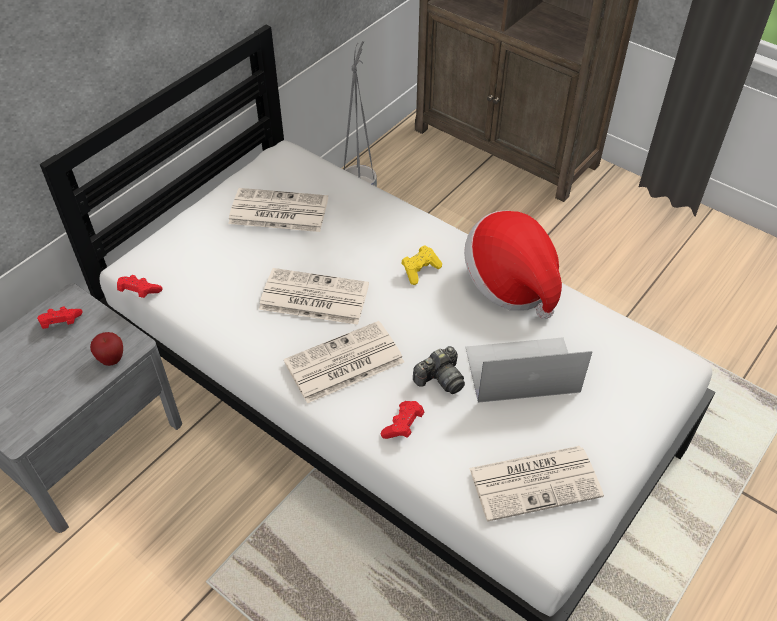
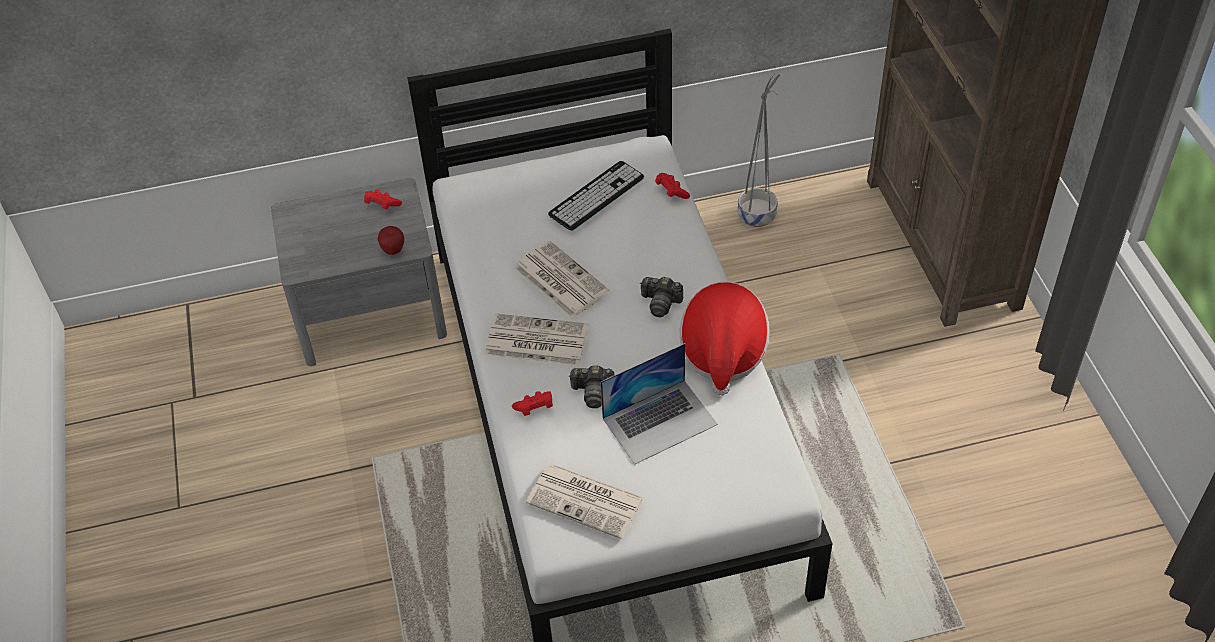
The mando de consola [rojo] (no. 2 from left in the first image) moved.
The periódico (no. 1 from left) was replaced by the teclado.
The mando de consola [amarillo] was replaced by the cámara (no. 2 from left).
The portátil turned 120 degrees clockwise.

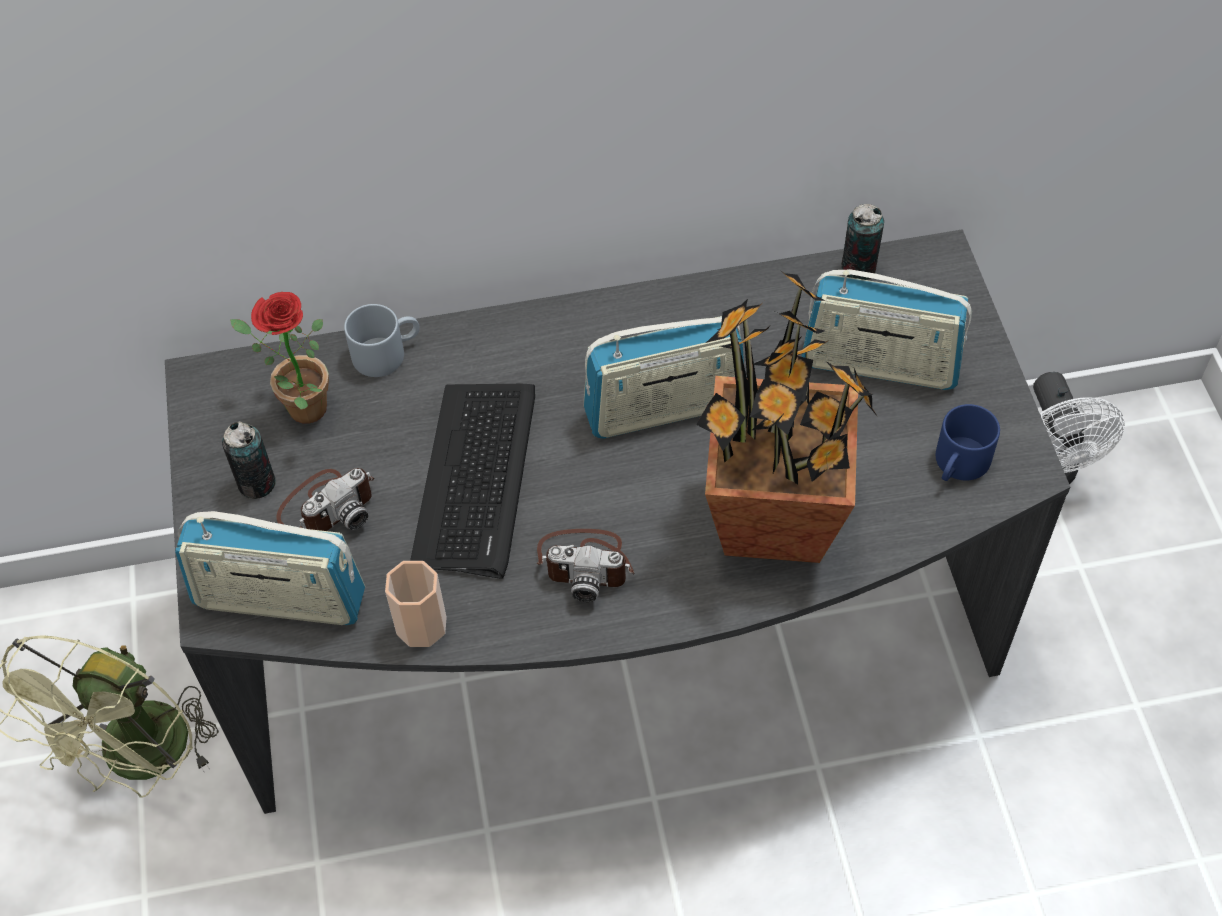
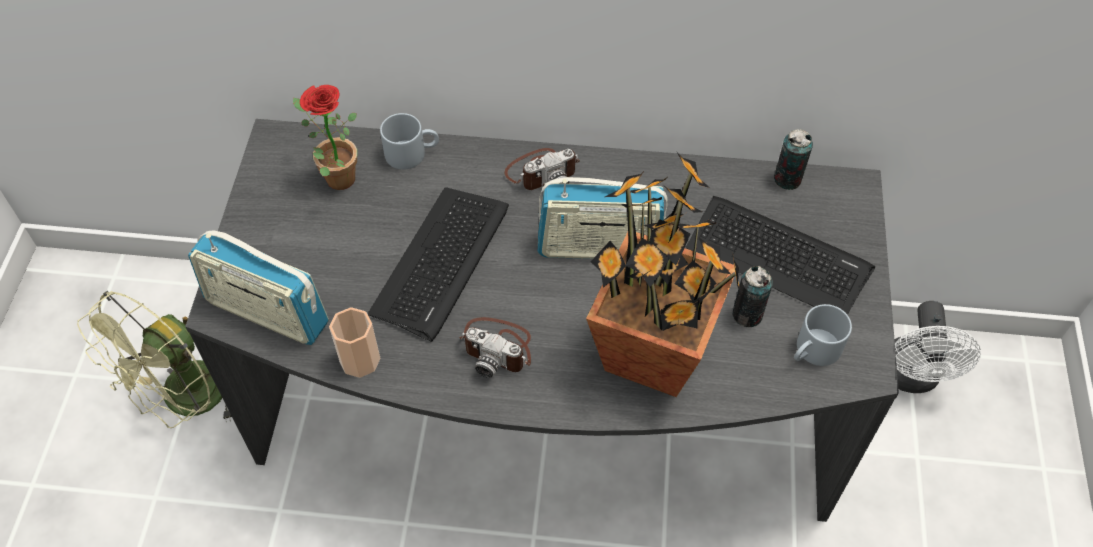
The lata (no. 1 from left) moved.
The cámara (no. 1 from left in the first image) moved.
The radio (no. 3 from left) was replaced by the teclado (no. 2 from left).
The taza grande [azul] became the taza grande [gris] (no. 2 from left).

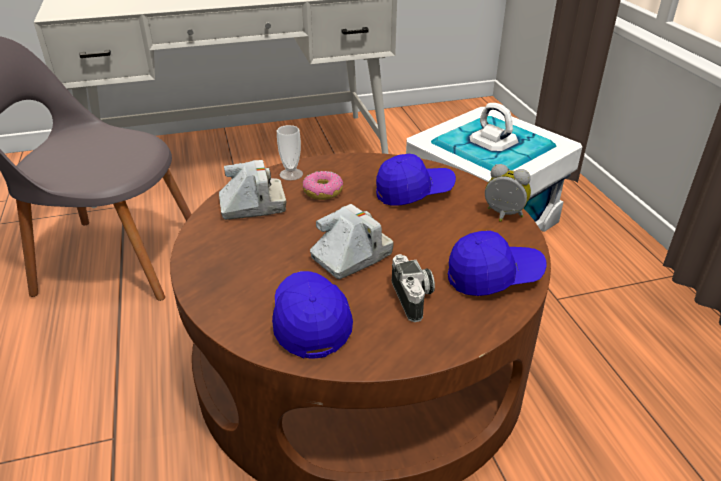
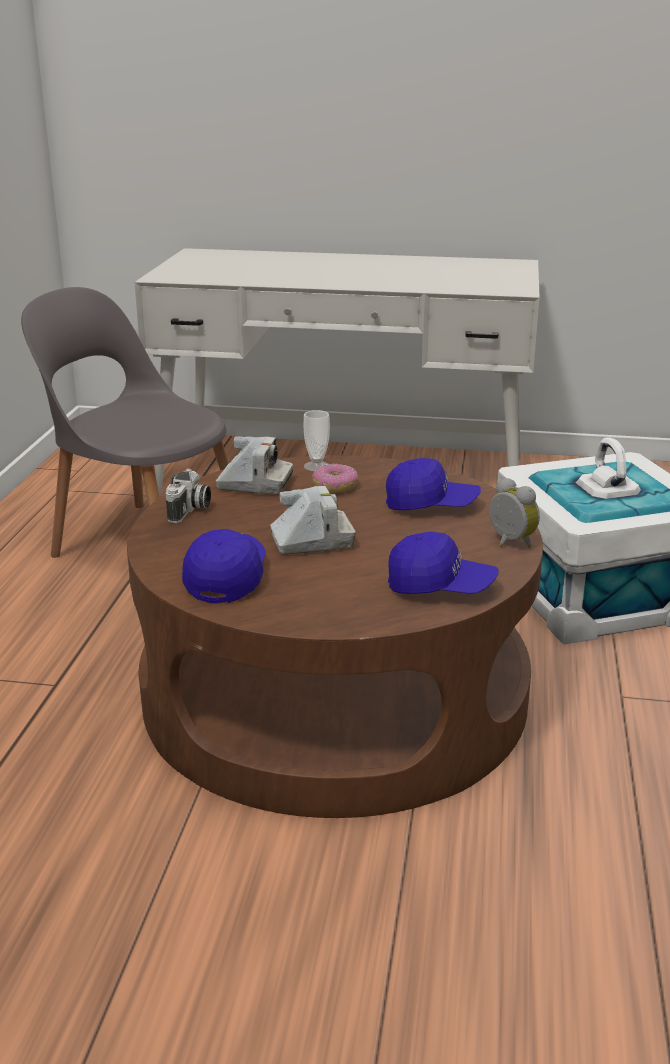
The cámara (no. 3 from left in the first image) moved.

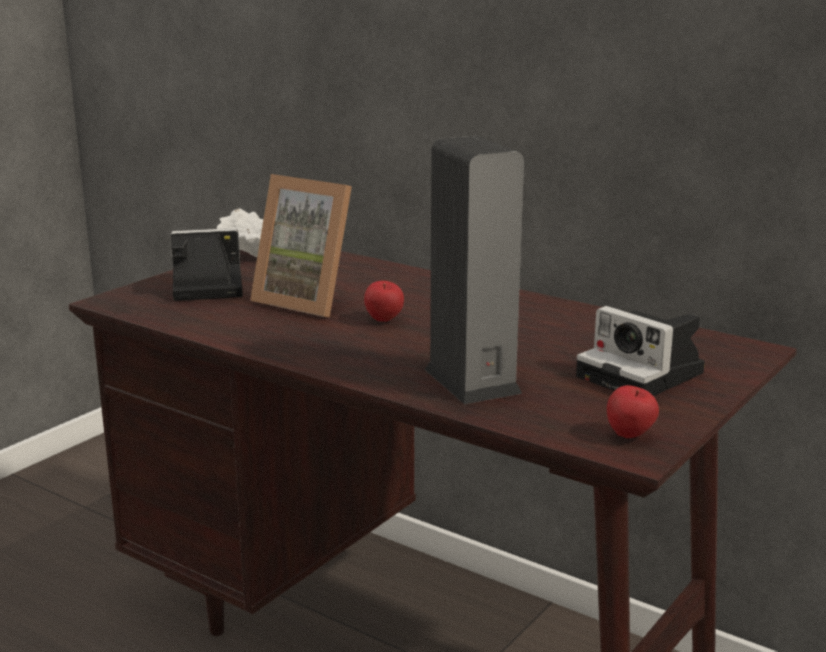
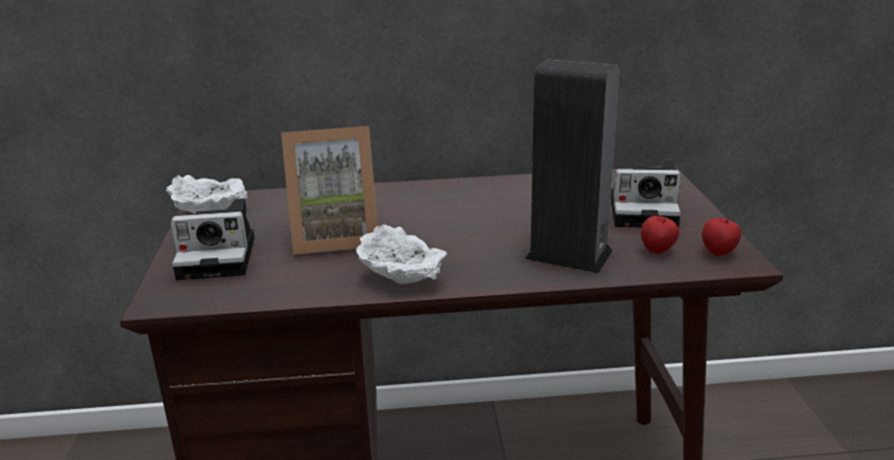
The cámara (no. 1 from left) turned 135 degrees counterclockwise.
The manzana (no. 1 from left) moved.
The cuenco [blanco] (no. 2 from left) appeared.

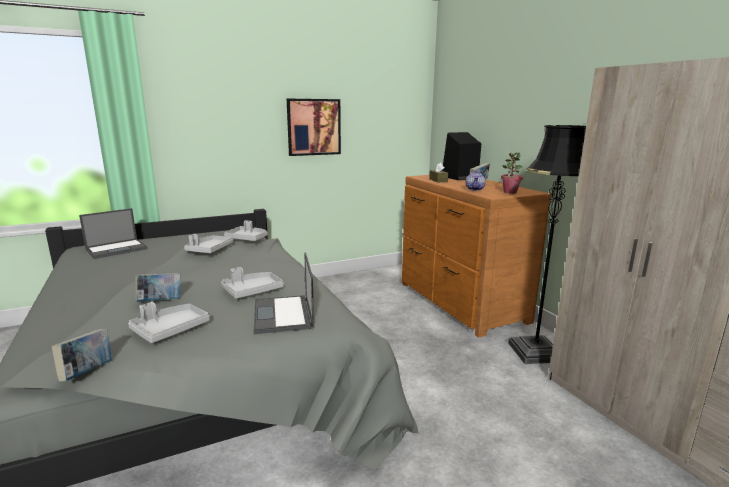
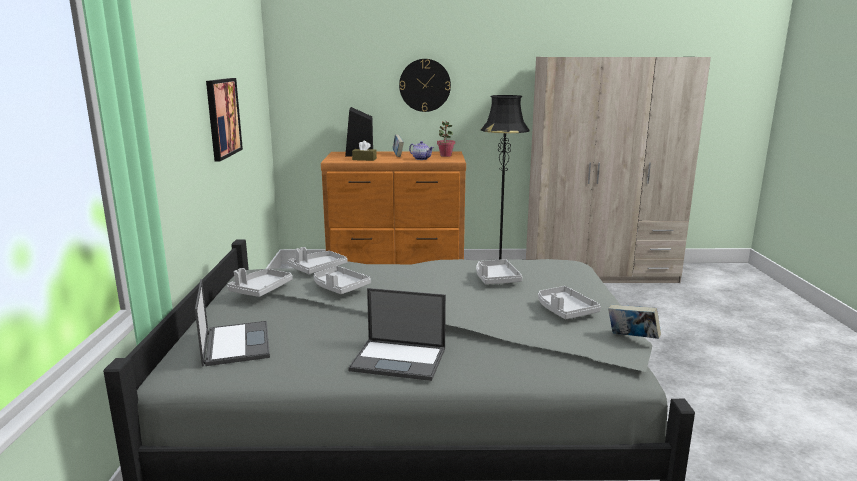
The libro (no. 2 from left) disappeared.
The portátil (no. 2 from left) moved.
The bandeja [gris] (no. 1 from left) appeared.
The reloj de pared appeared.

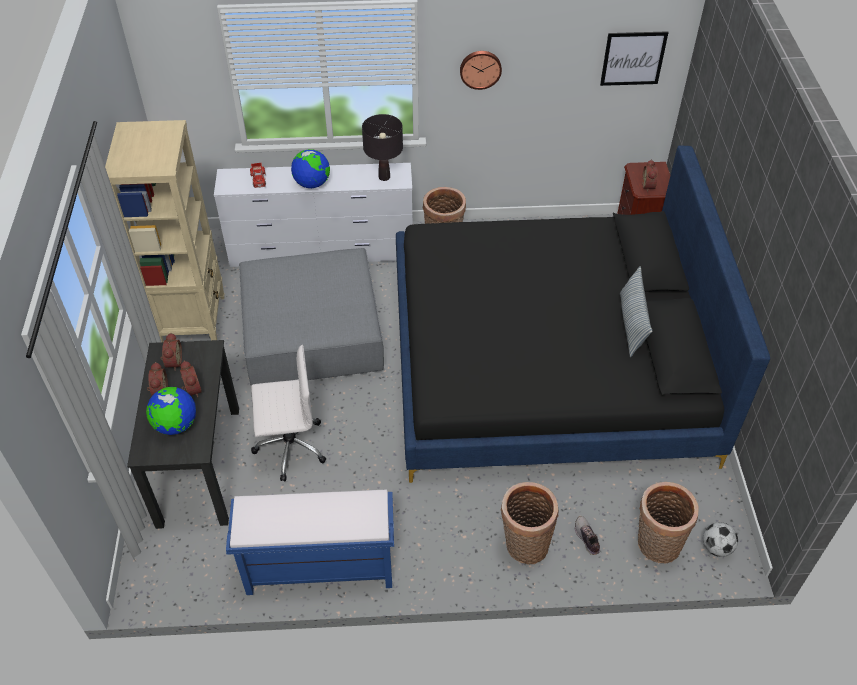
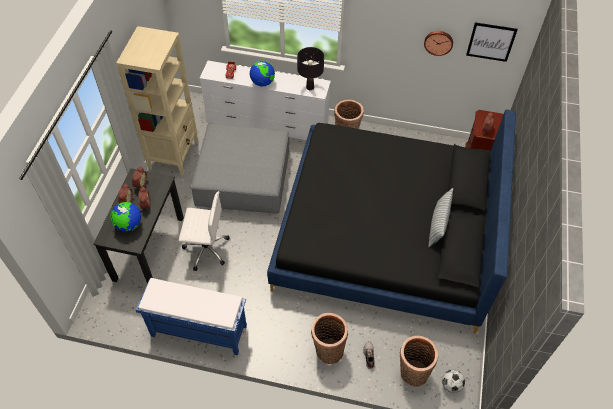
The reloj de pared moved.

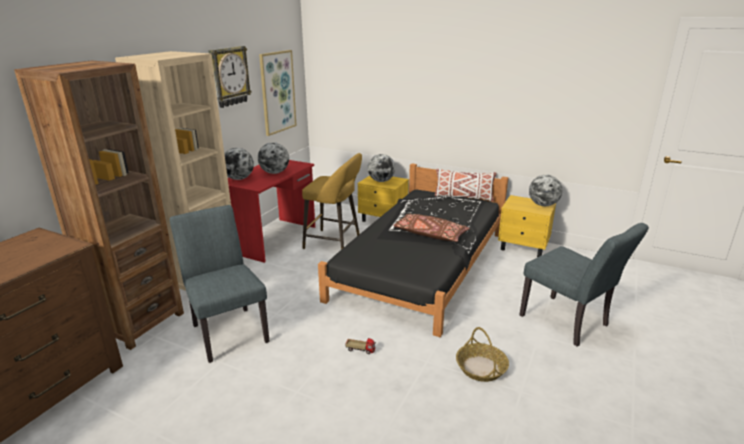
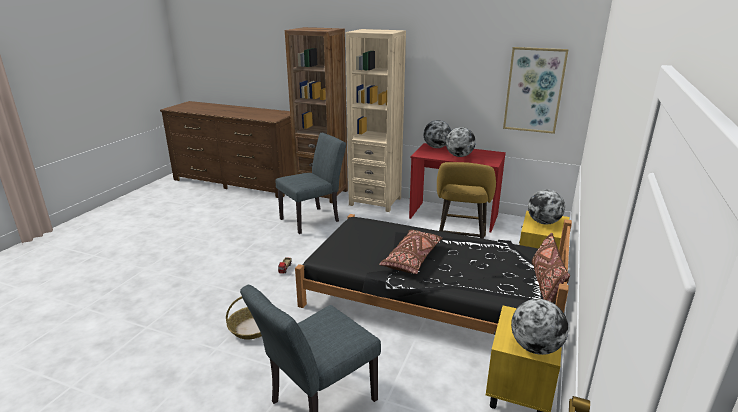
The reloj de pared disappeared.
The cojín [blanco] became the cojín [marrón] (no. 2 from left).

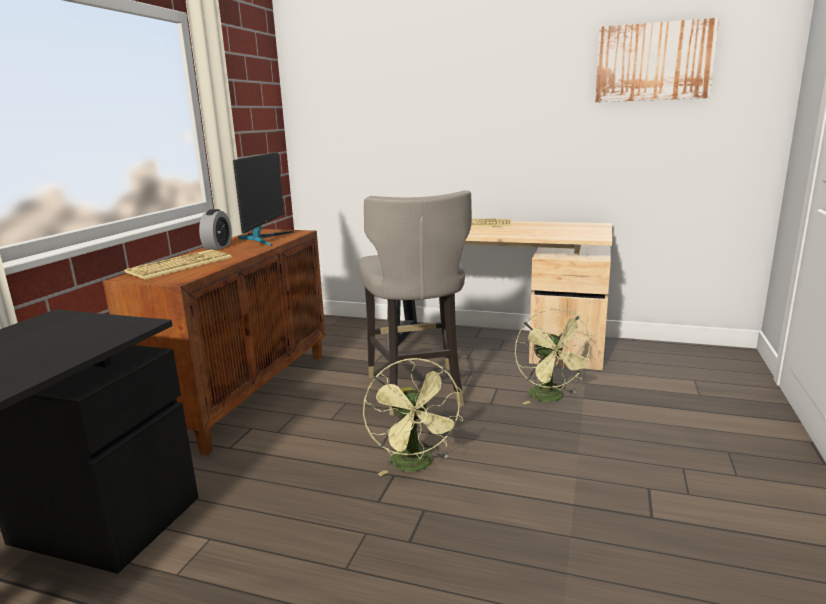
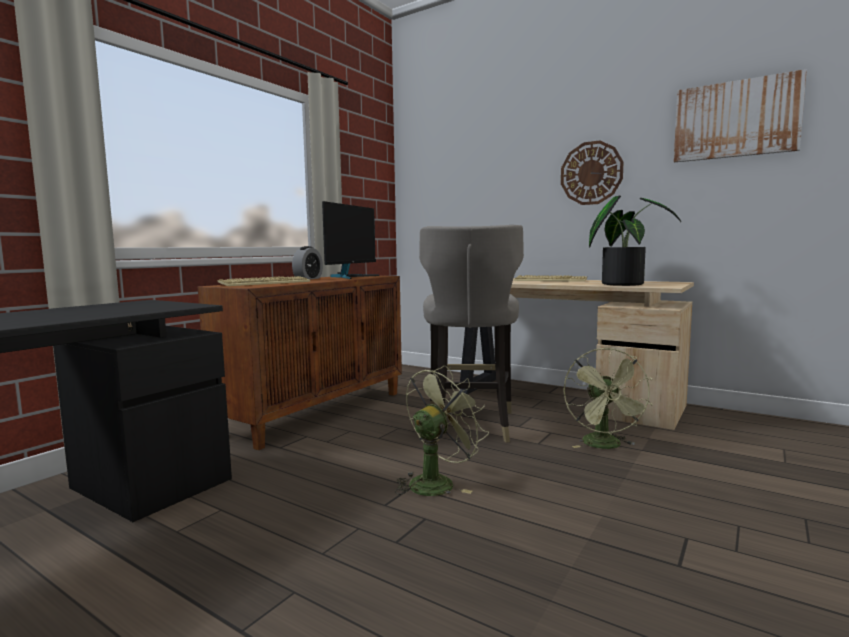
The ventilador [verde] (no. 1 from left) turned 135 degrees counterclockwise.
The reloj de pared appeared.
The planta en maceta appeared.

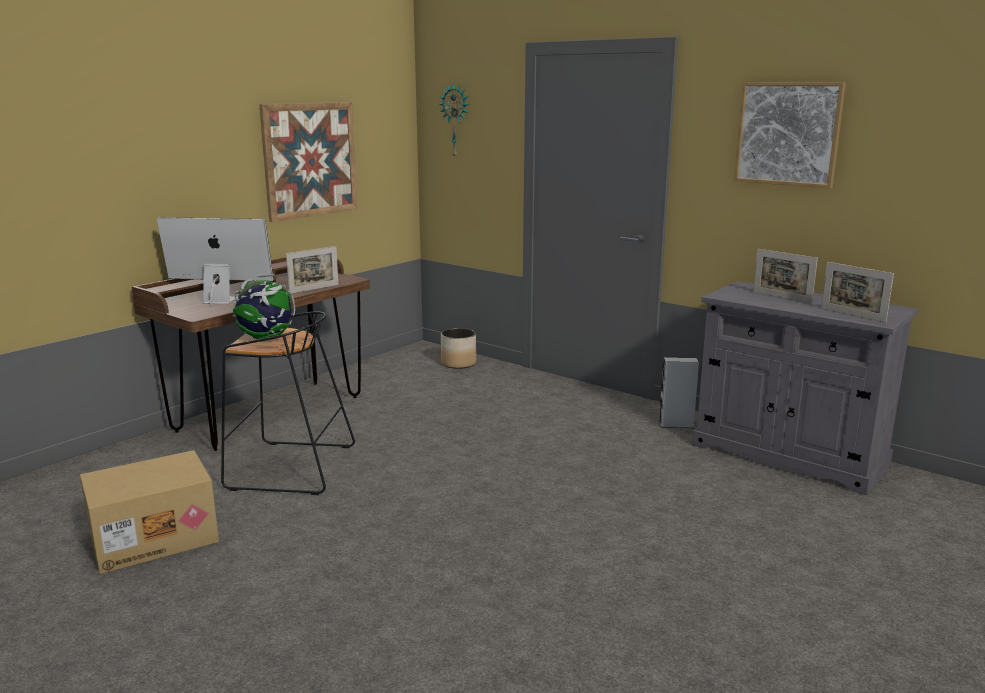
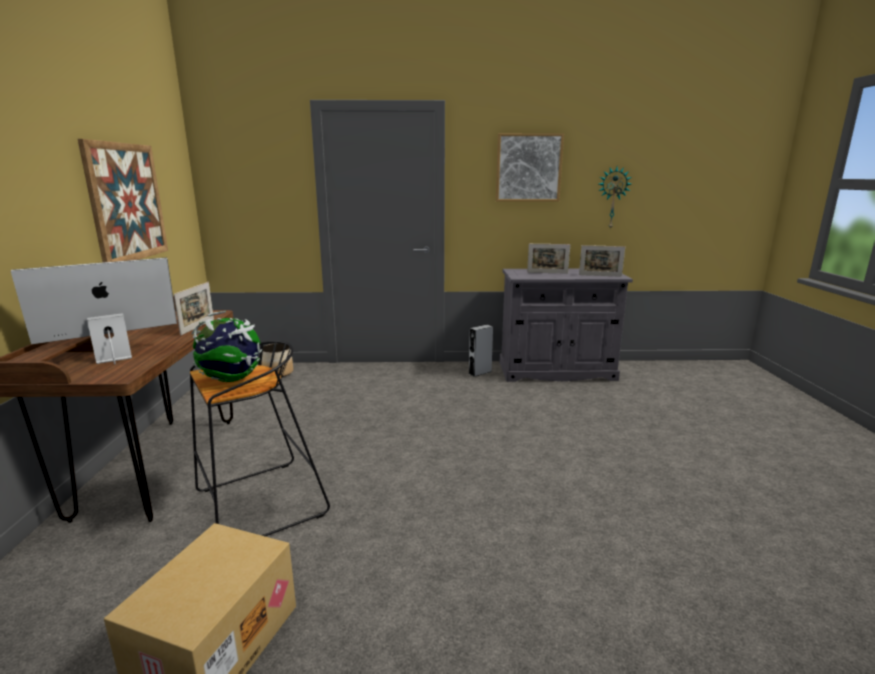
The reloj de pared moved.

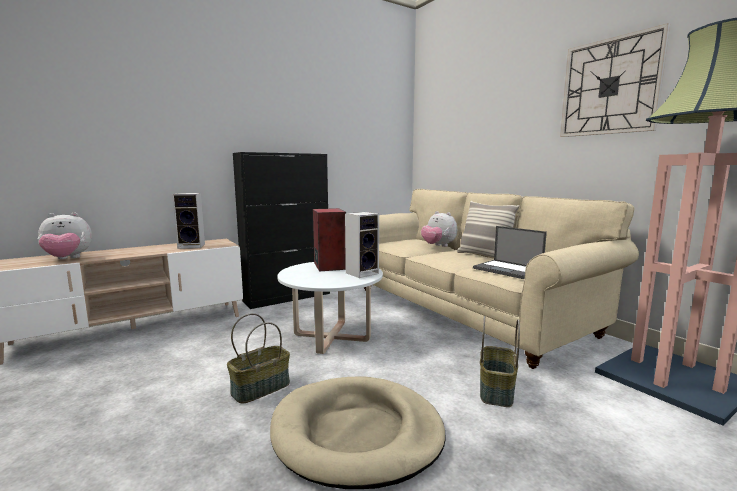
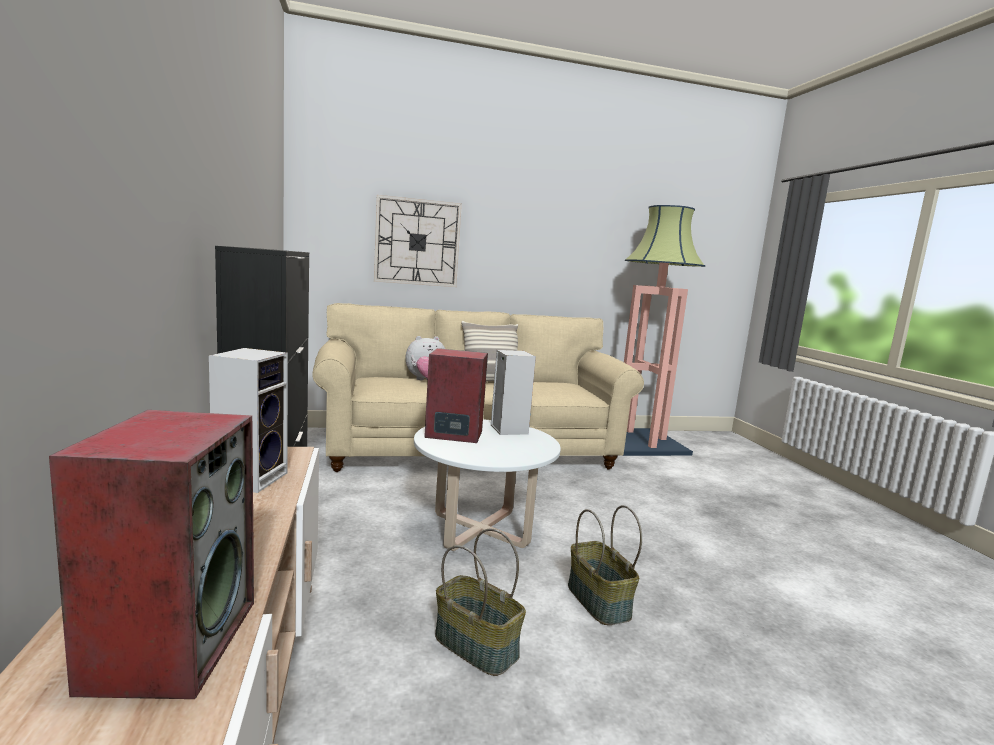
The peluche (no. 1 from left) was replaced by the altavoz (no. 1 from left).
The cama para perro [beis] disappeared.
The portátil disappeared.
The cesta (no. 2 from left in the first image) moved.
The reloj de pared moved.

